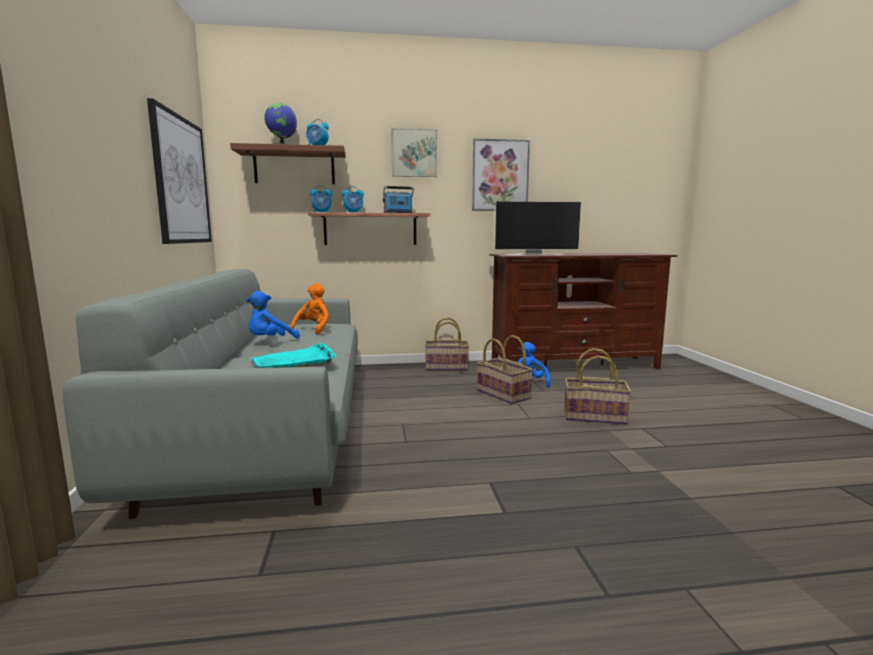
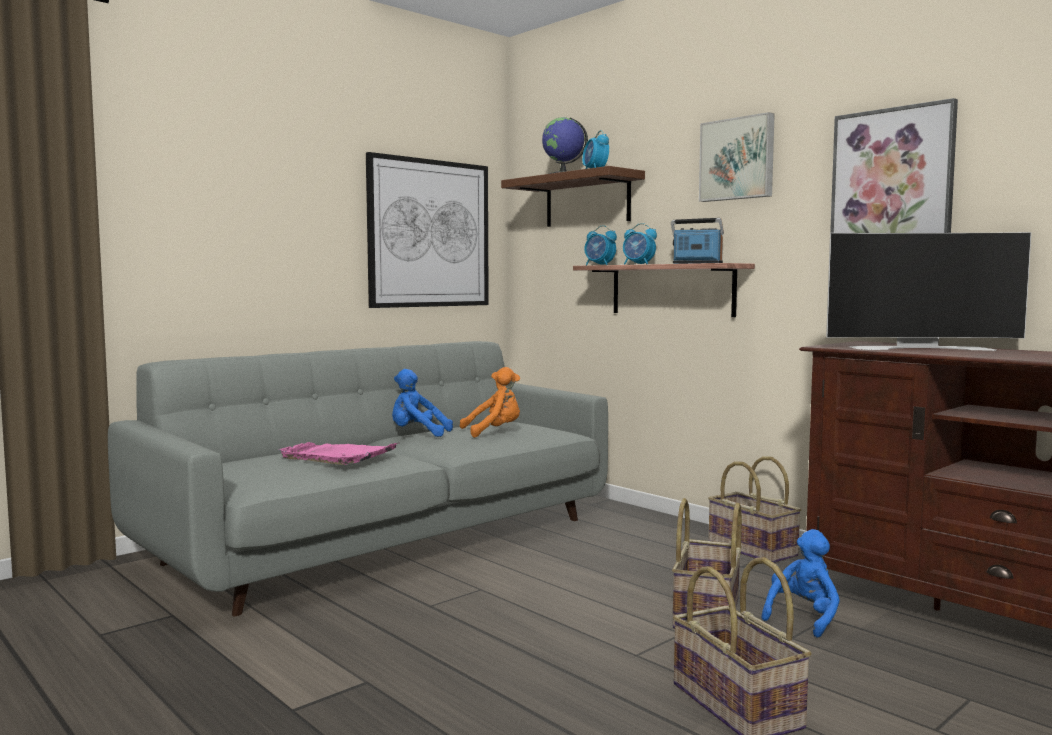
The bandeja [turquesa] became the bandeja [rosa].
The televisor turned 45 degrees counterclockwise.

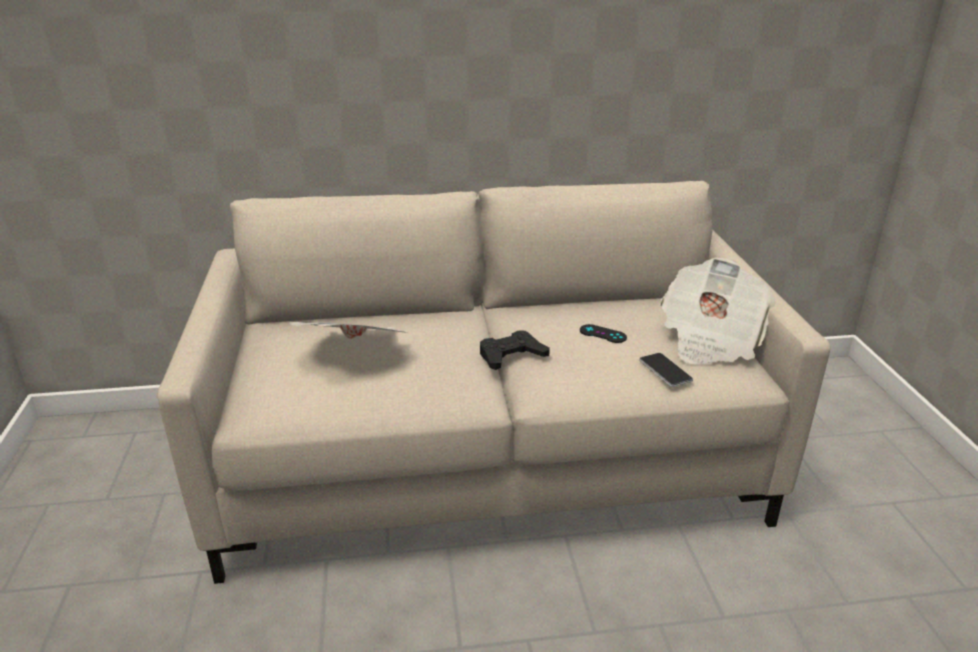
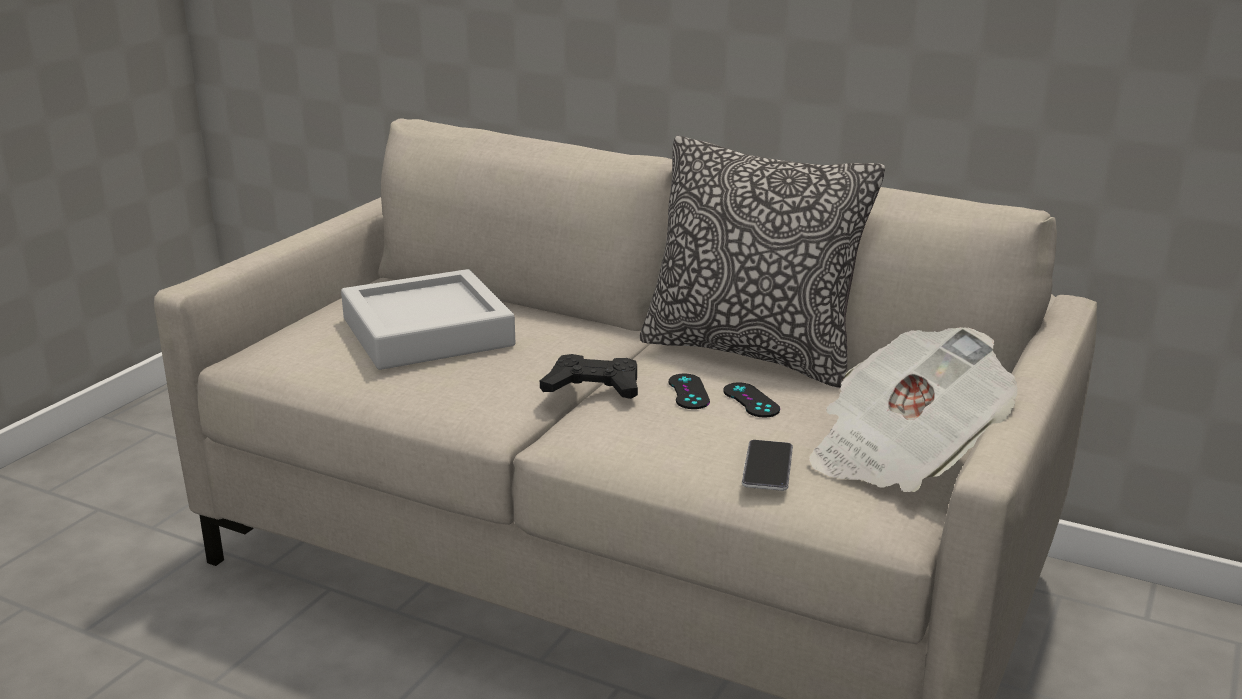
The periódico (no. 1 from left) was replaced by the bandeja [gris].
The cojín appeared.
The mando de consola [negro] (no. 2 from left) appeared.

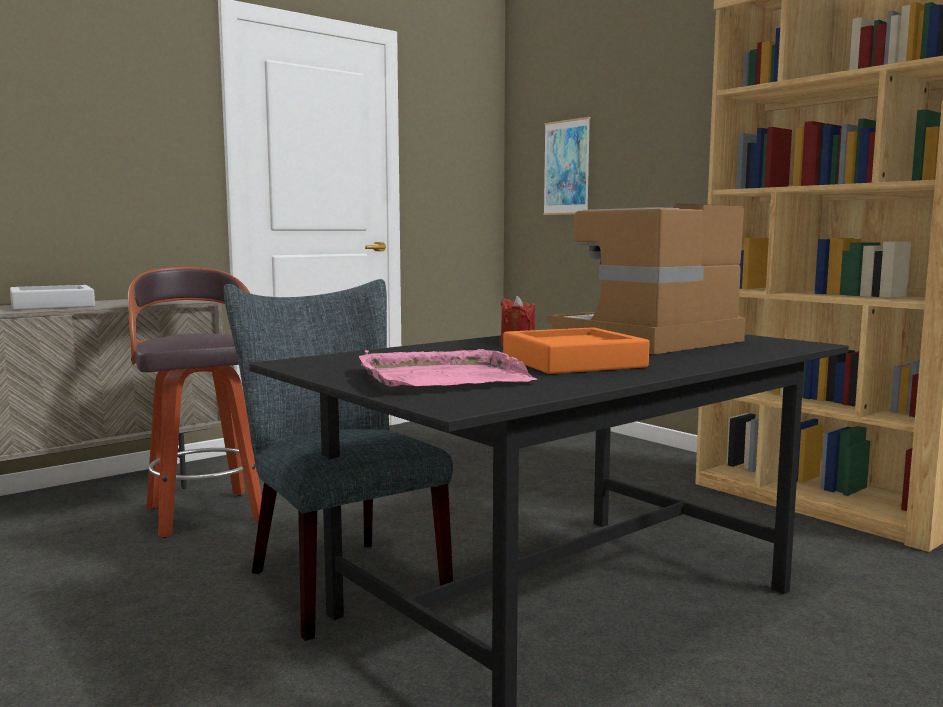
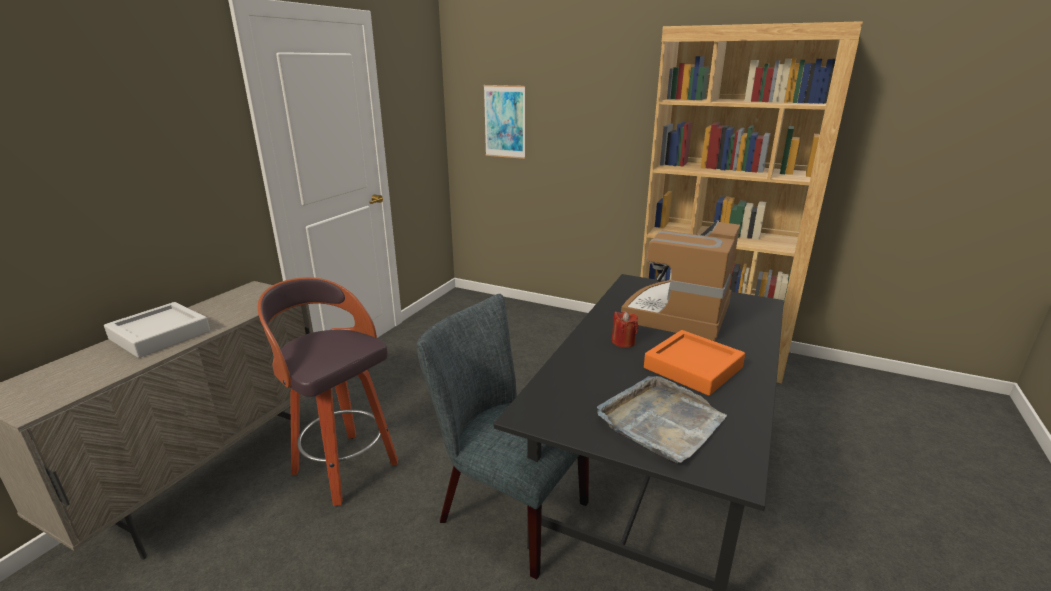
The bandeja [rosa] became the bandeja [gris] (no. 2 from left).

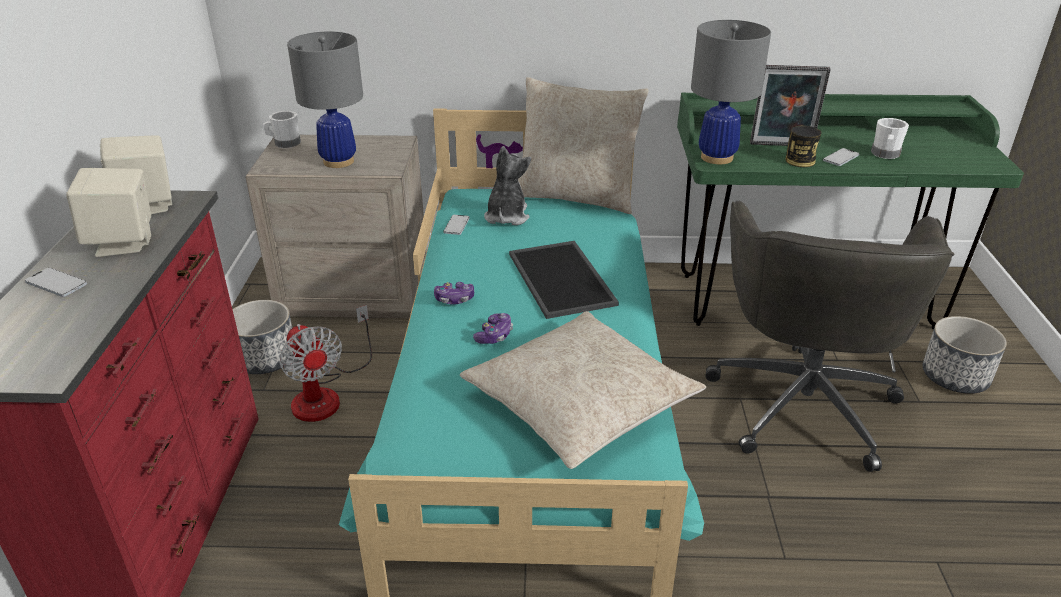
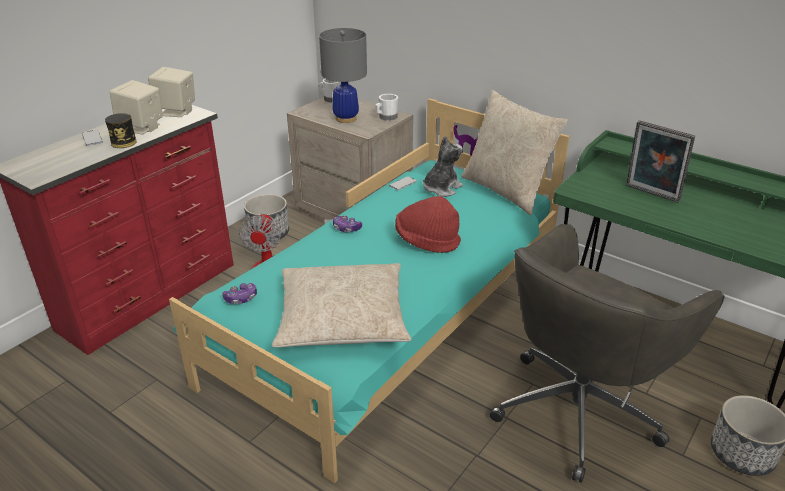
The mando de consola (no. 2 from left in the first image) moved.
The bandeja was replaced by the sombrero [rojo].
The lámpara de mesa [gris] (no. 2 from left) disappeared.
The lata moved.
The móvil (no. 3 from left) disappeared.
The taza grande [blanco] (no. 2 from left) moved.

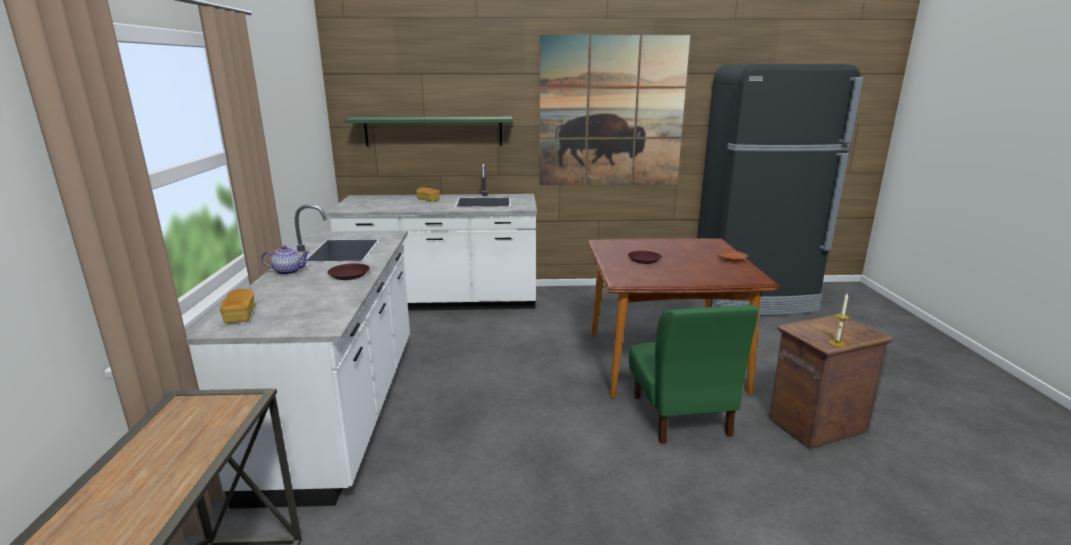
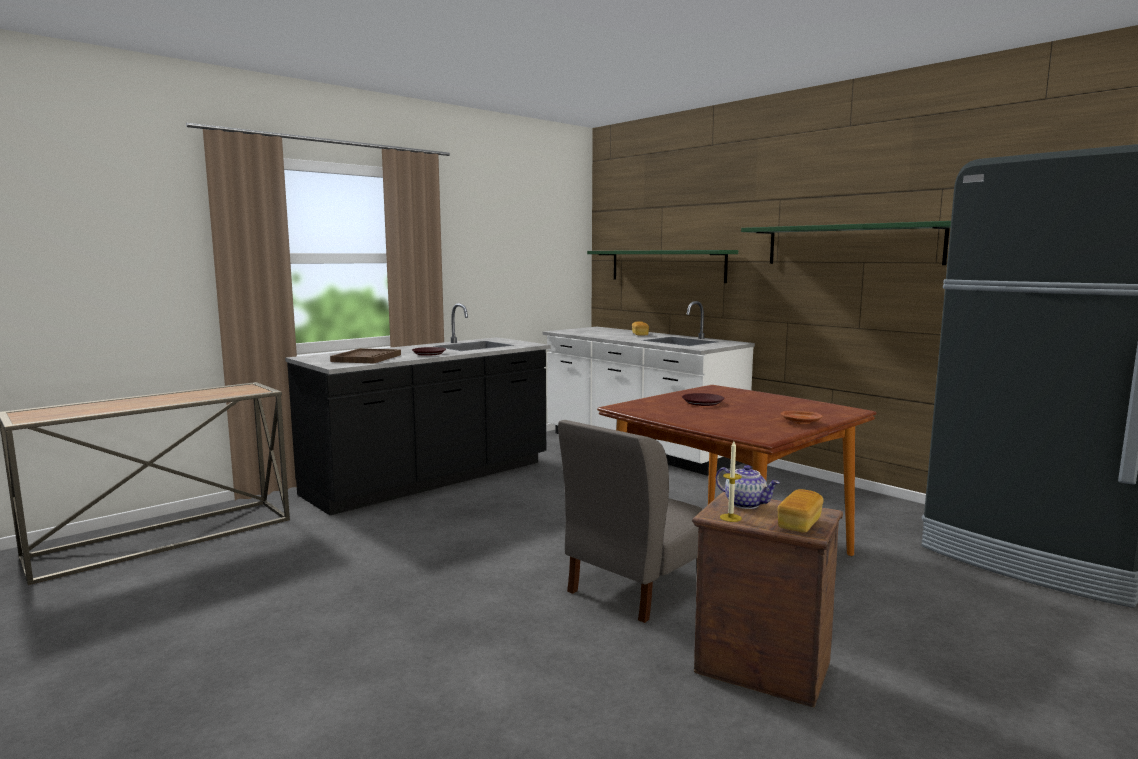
The mueble bajo de cocina [blanco] (no. 1 from left) became the mueble bajo de cocina [negro].
The pan (no. 1 from left in the first image) moved.
The tetera moved.
The cuadro was replaced by the estante [verde] (no. 2 from left).
The silla [verde] became the silla [gris].
The bandeja [marrón] appeared.

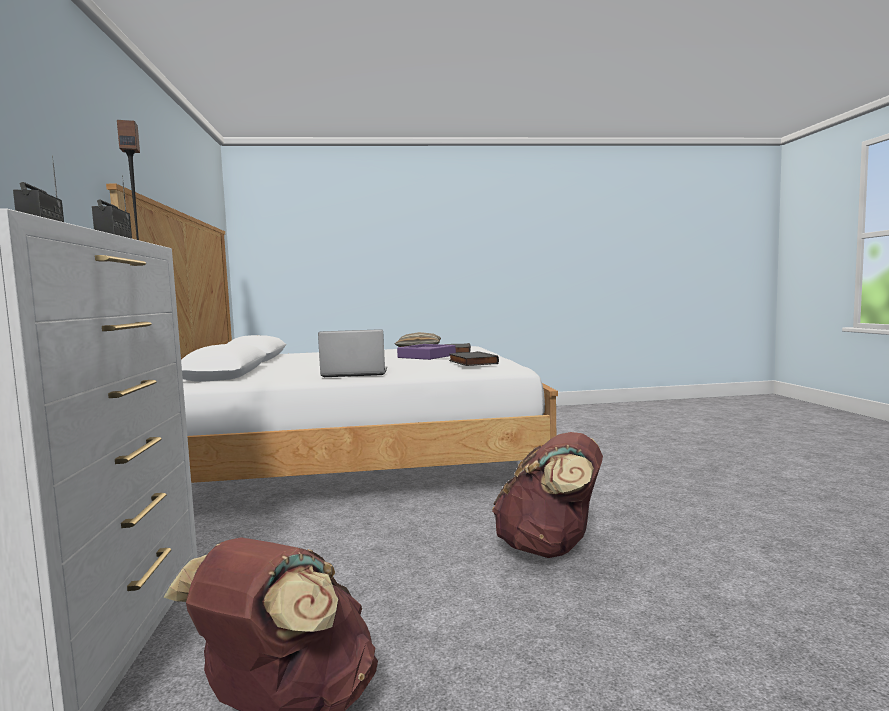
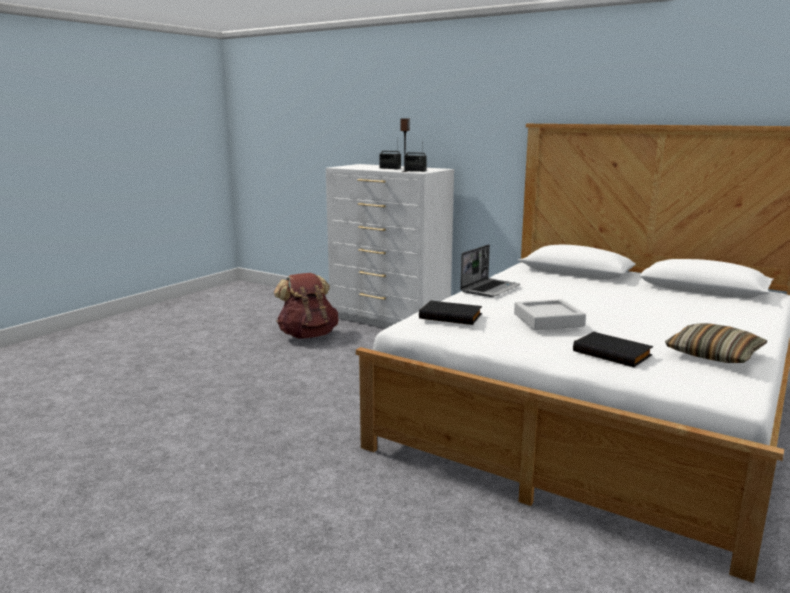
The bandeja [morado] became the bandeja [gris].
The mochila [marrón] (no. 2 from left) disappeared.

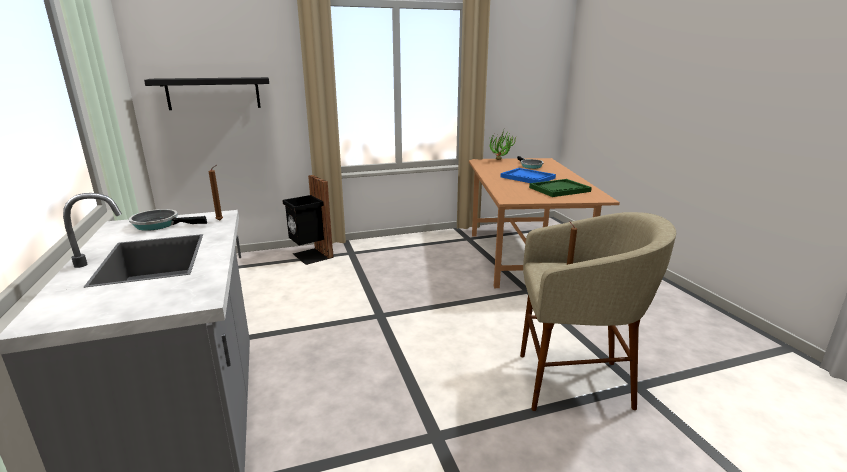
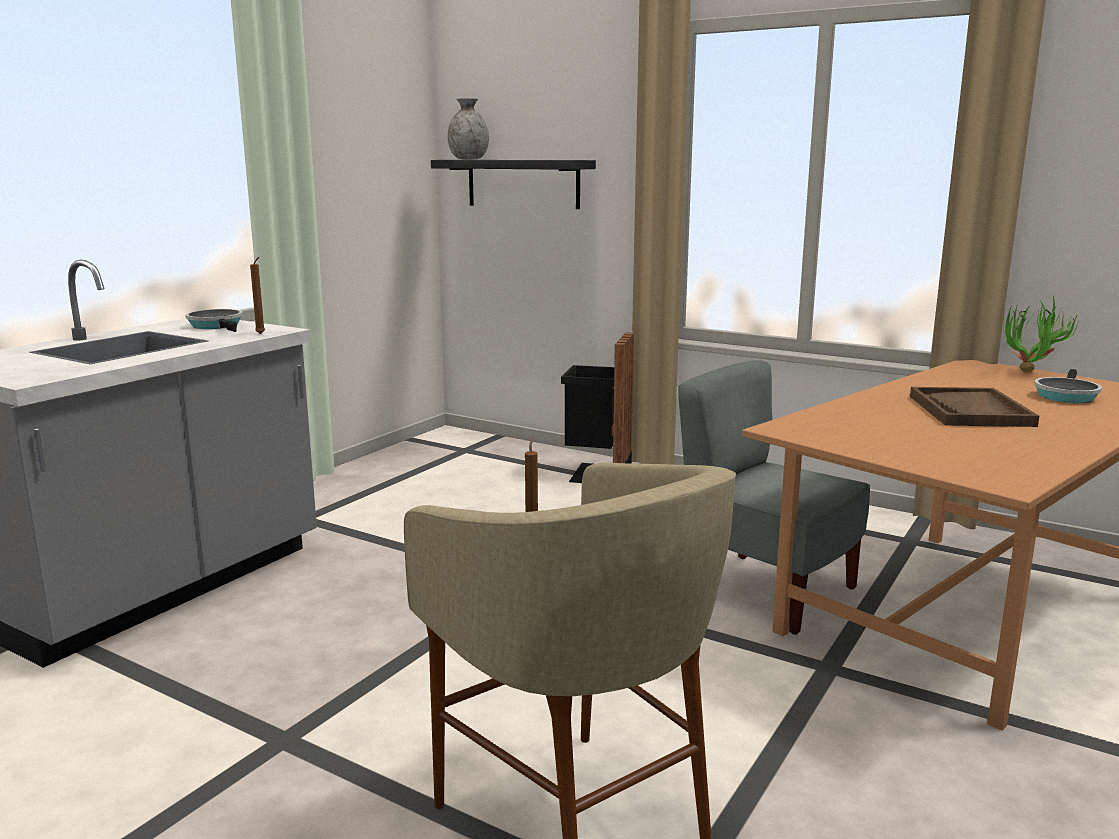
The bandeja [azul] became the bandeja [marrón].
The bandeja [verde] disappeared.
The florero [gris] appeared.
The silla [gris] appeared.

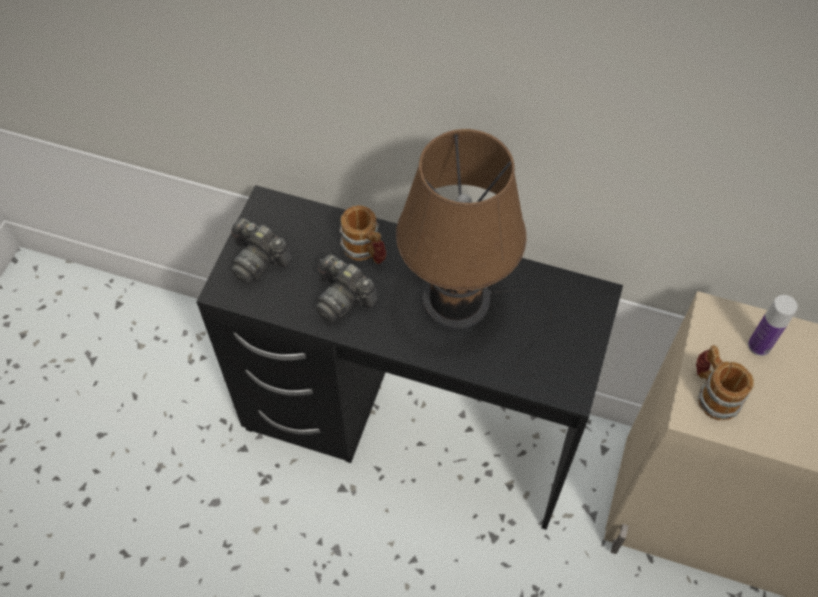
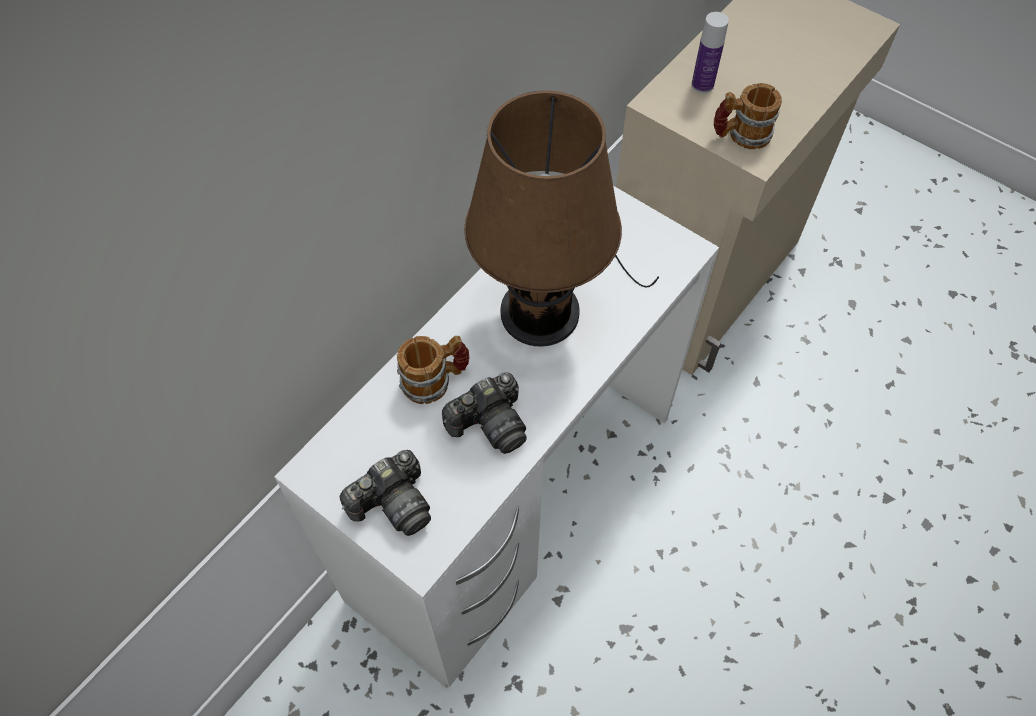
The escritorio [negro] became the escritorio [blanco].

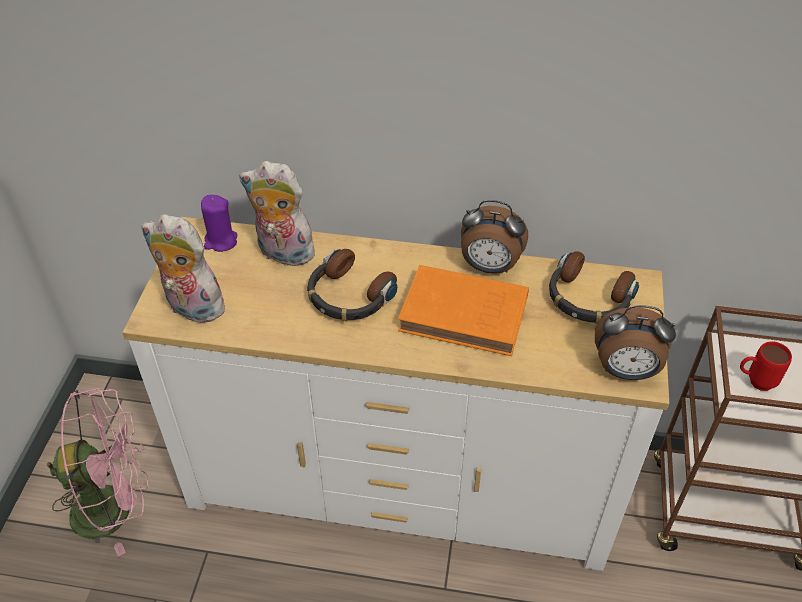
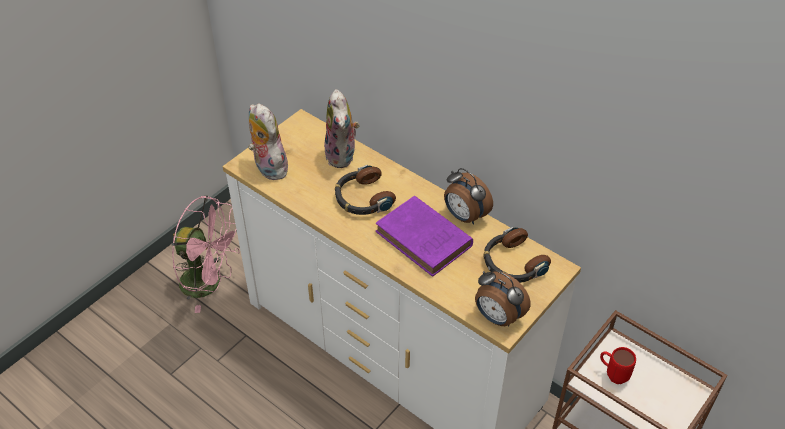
The vela [morado] disappeared.
The peluche (no. 2 from left) turned 150 degrees counterclockwise.
The libro [naranja] became the libro [morado].

